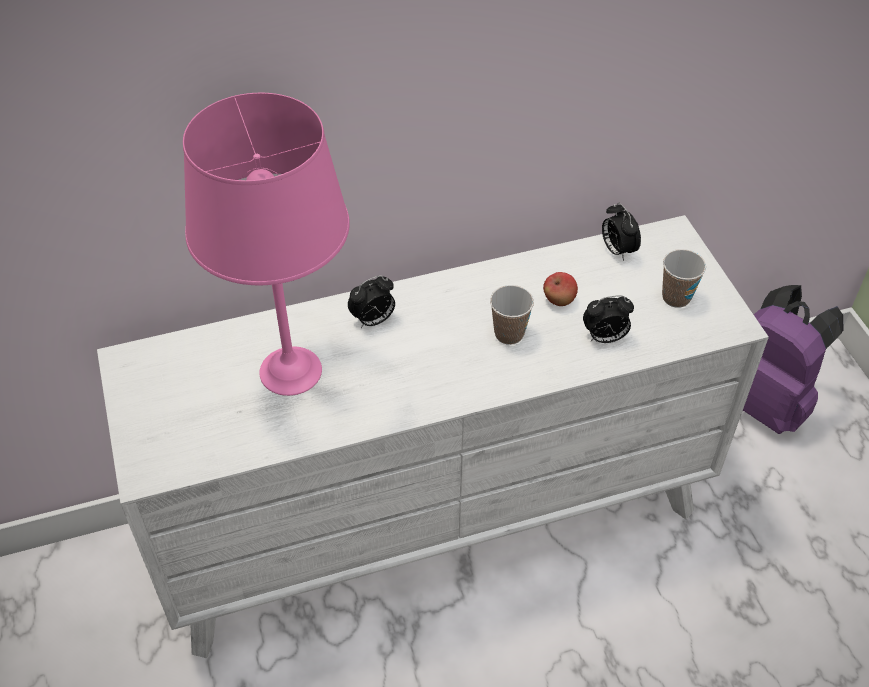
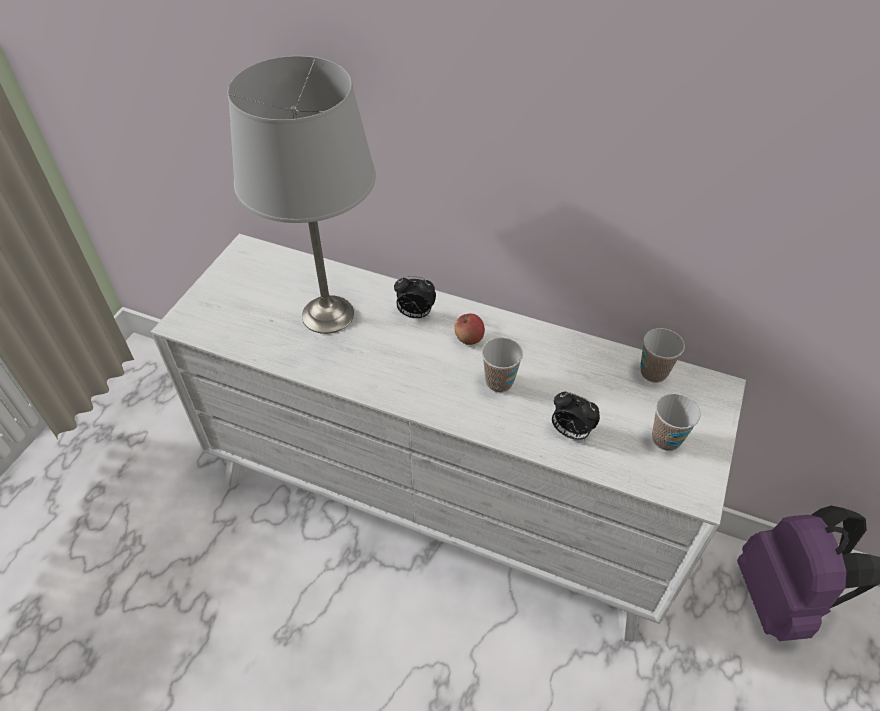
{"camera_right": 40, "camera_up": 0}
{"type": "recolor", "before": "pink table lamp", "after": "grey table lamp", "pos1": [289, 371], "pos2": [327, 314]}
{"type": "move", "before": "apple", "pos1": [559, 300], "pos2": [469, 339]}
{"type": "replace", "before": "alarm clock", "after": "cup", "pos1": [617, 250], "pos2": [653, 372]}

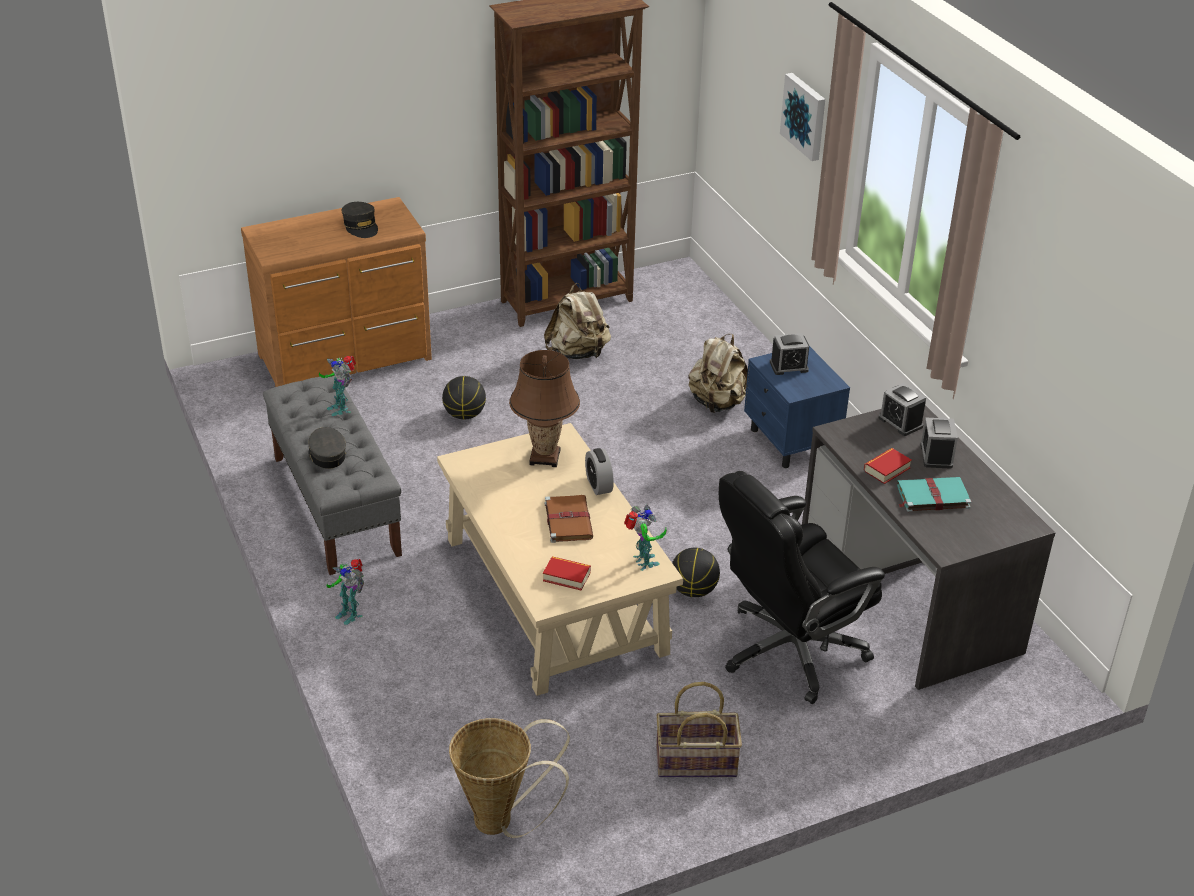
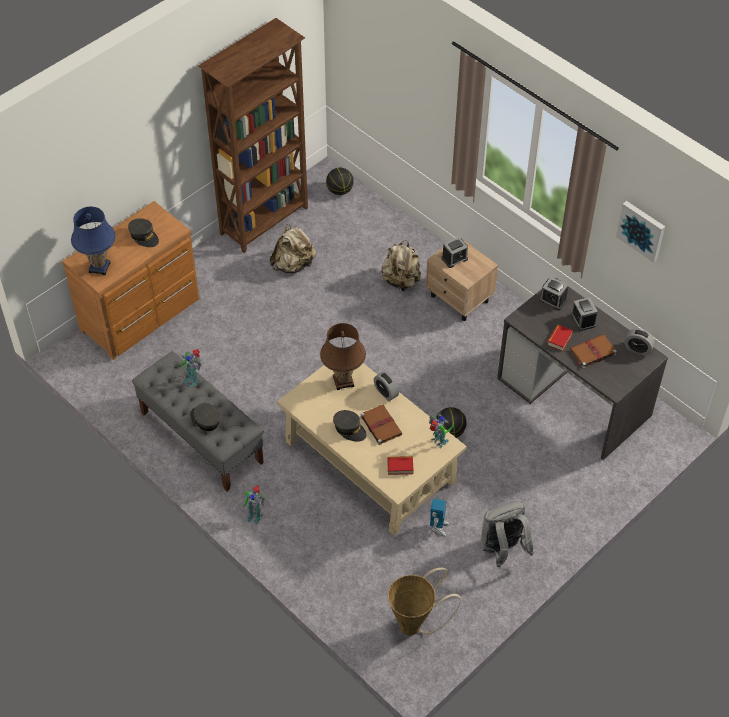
{"camera_right": -20, "camera_up": 15}
{"type": "move", "before": "basketball", "pos1": [465, 415], "pos2": [340, 190]}
{"type": "replace", "before": "basket", "after": "grey backpack", "pos1": [695, 762], "pos2": [502, 550]}
{"type": "delete", "before": "black office chair", "pos1": [790, 650]}
{"type": "recolor", "before": "blue nightstand", "after": "beige nightstand", "pos1": [791, 442], "pos2": [459, 299]}
{"type": "move", "before": "picture", "pos1": [805, 116], "pos2": [642, 230]}
{"type": "recolor", "before": "turquoise book", "after": "brown book", "pos1": [931, 496], "pos2": [592, 352]}
{"type": "insert", "after": "blue table lamp", "pos2": [99, 267]}
{"type": "insert", "after": "grey cap", "pos2": [349, 429]}
{"type": "insert", "after": "toy robot", "pos2": [438, 528]}
{"type": "insert", "after": "alarm clock", "pos2": [637, 349]}

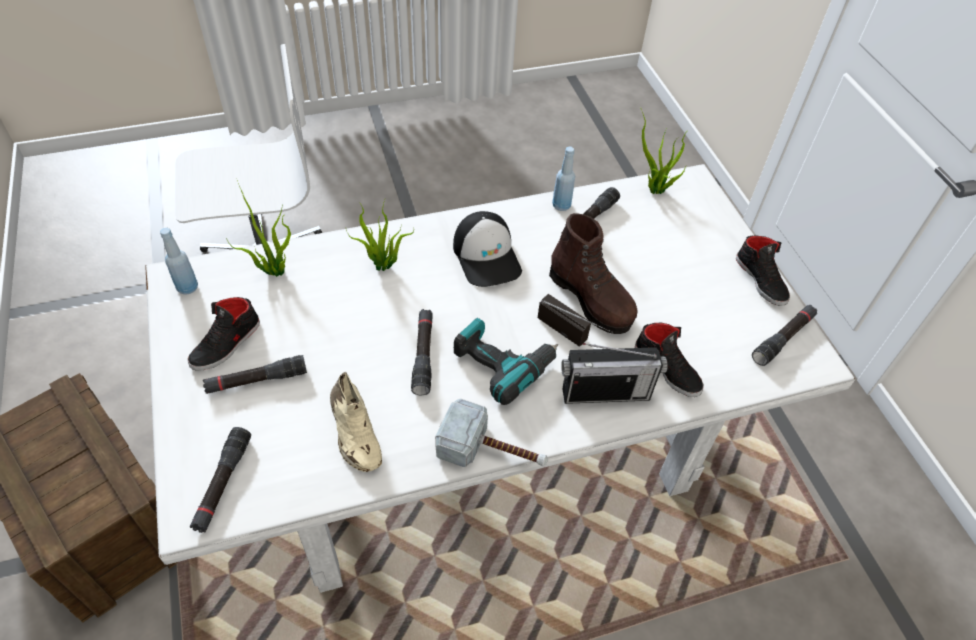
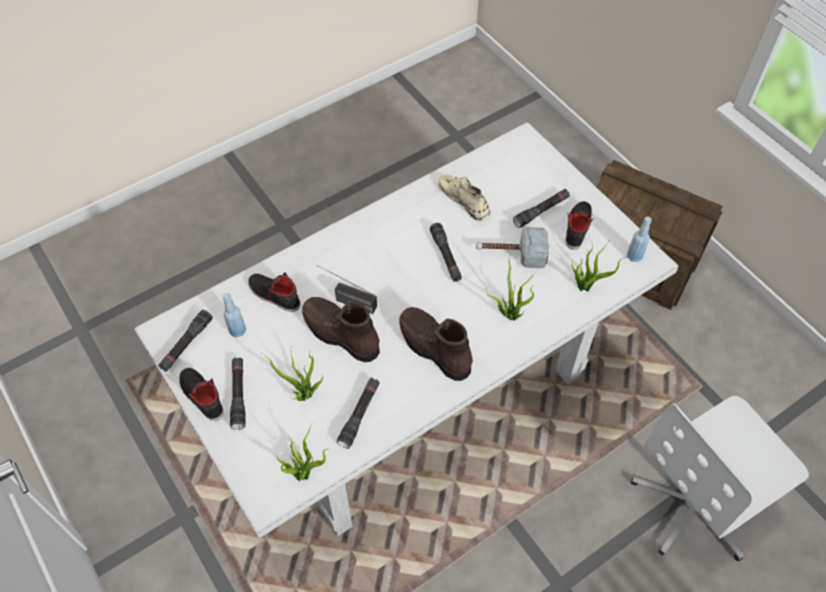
{"camera_right": 165, "camera_up": 5}
{"type": "move", "before": "black flashlight", "pos1": [223, 483], "pos2": [238, 395]}
{"type": "move", "before": "hammer", "pos1": [492, 451], "pos2": [511, 253]}
{"type": "replace", "before": "cap", "after": "brown boot", "pos1": [487, 256], "pos2": [434, 349]}
{"type": "delete", "before": "power drill", "pos1": [502, 363]}
{"type": "move", "before": "blue bottle", "pos1": [561, 205], "pos2": [237, 331]}
{"type": "delete", "before": "radio", "pos1": [605, 393]}
{"type": "insert", "after": "potted plant", "pos2": [304, 395]}

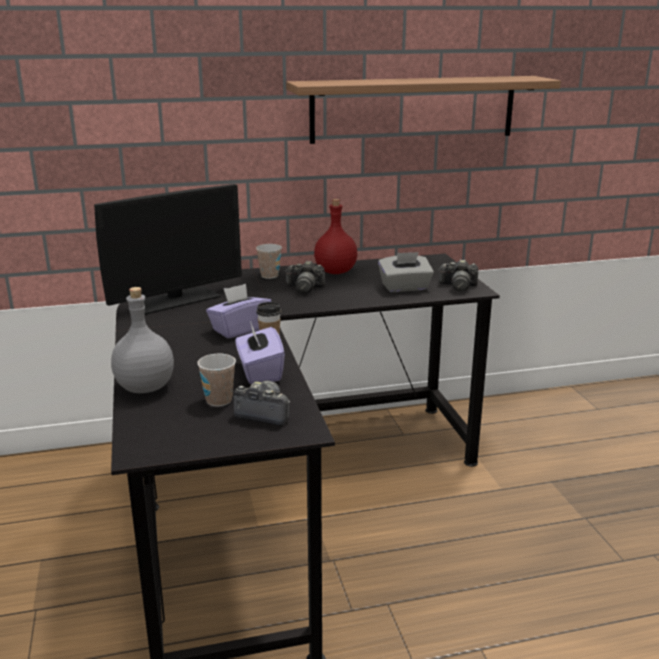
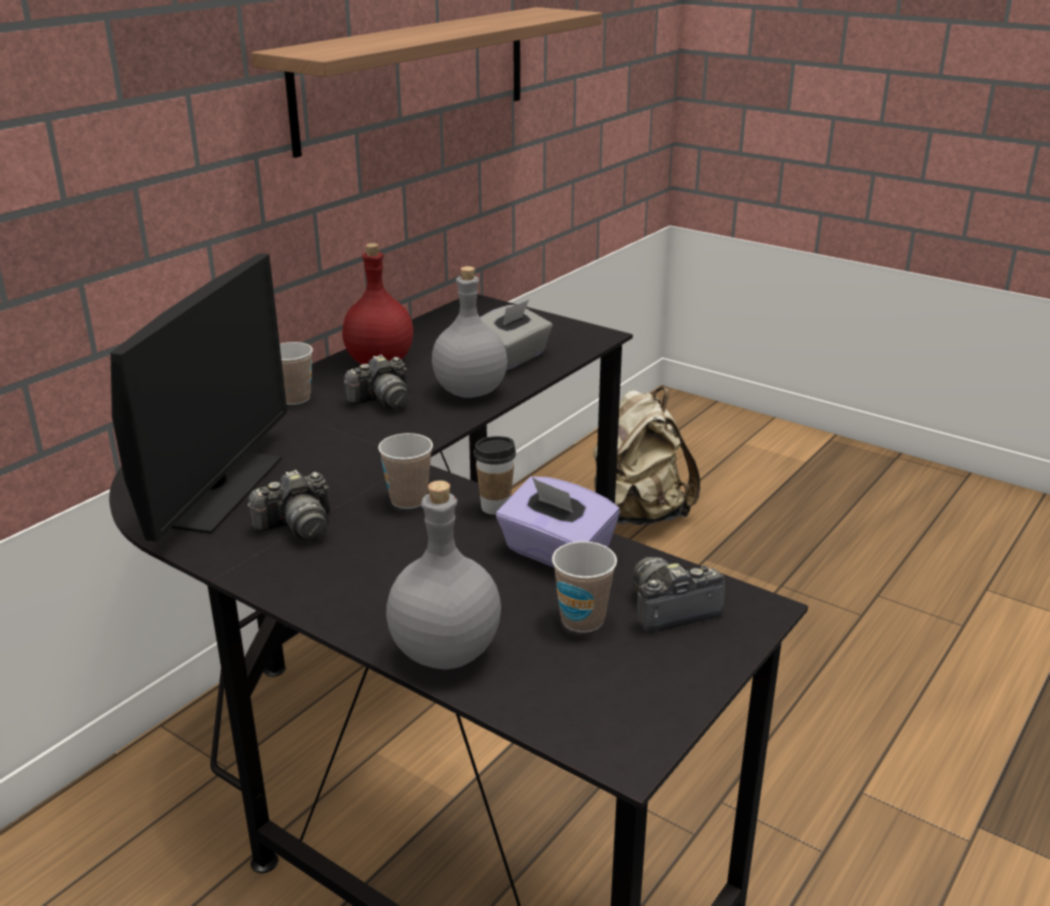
{"camera_right": -40, "camera_up": 5}
{"type": "replace", "before": "purple tissue box", "after": "cup", "pos1": [239, 329], "pos2": [408, 500]}
{"type": "move", "before": "photo camera", "pos1": [458, 286], "pos2": [297, 527]}
{"type": "insert", "after": "grey bottle", "pos2": [471, 391]}
{"type": "insert", "after": "beige backpack", "pos2": [638, 514]}

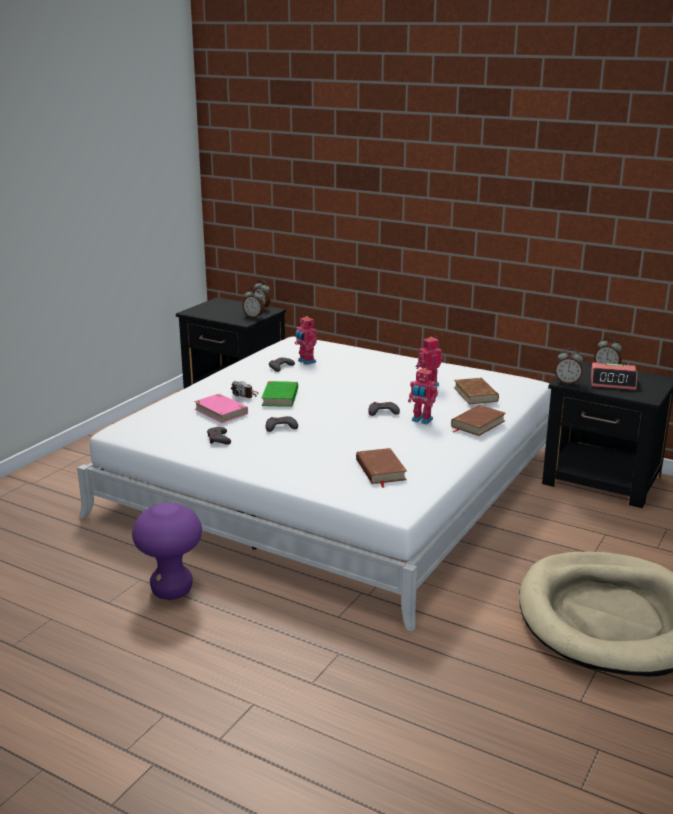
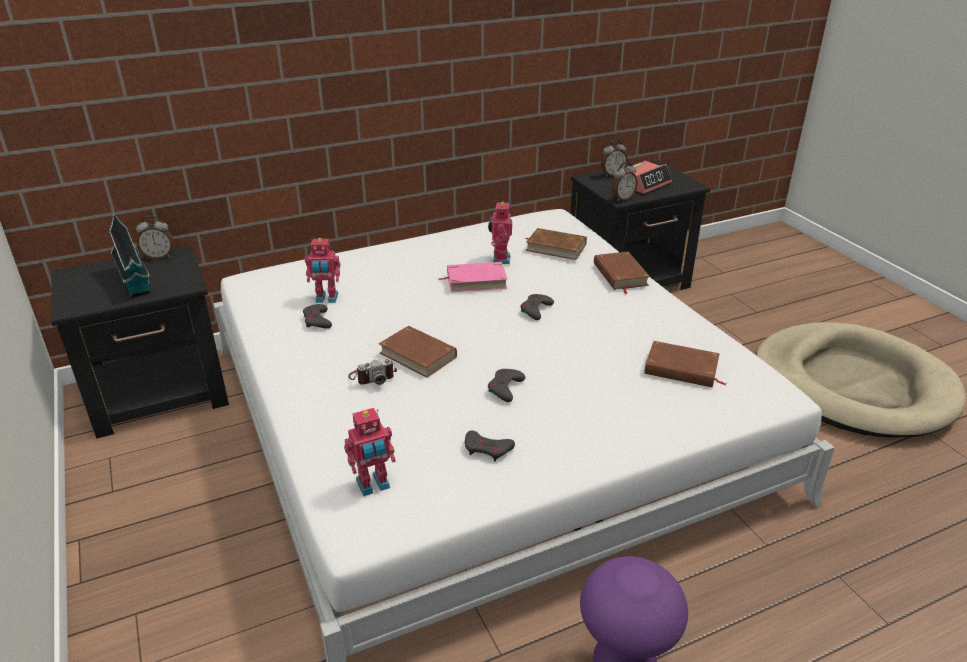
{"camera_right": -55, "camera_up": 10}
{"type": "move", "before": "pink book", "pos1": [221, 411], "pos2": [476, 280]}
{"type": "delete", "before": "alarm clock", "pos1": [254, 316]}
{"type": "recolor", "before": "green book", "after": "brown book", "pos1": [280, 397], "pos2": [418, 355]}
{"type": "move", "before": "toy robot", "pos1": [421, 420], "pos2": [373, 485]}
{"type": "insert", "after": "toy house", "pos2": [135, 282]}

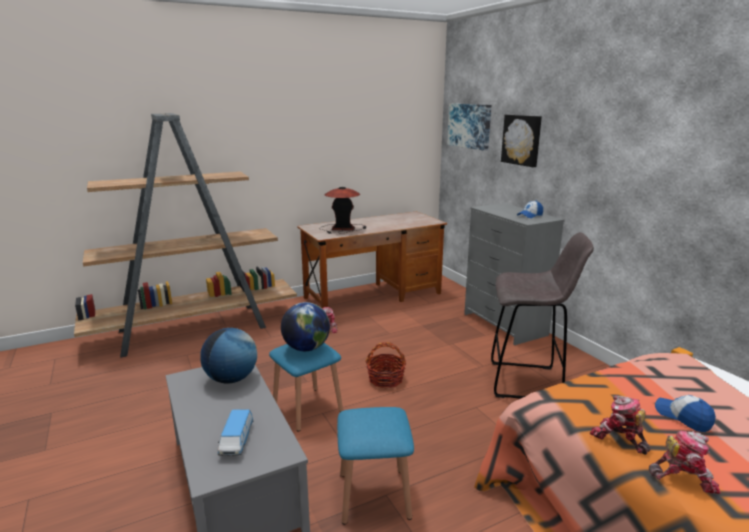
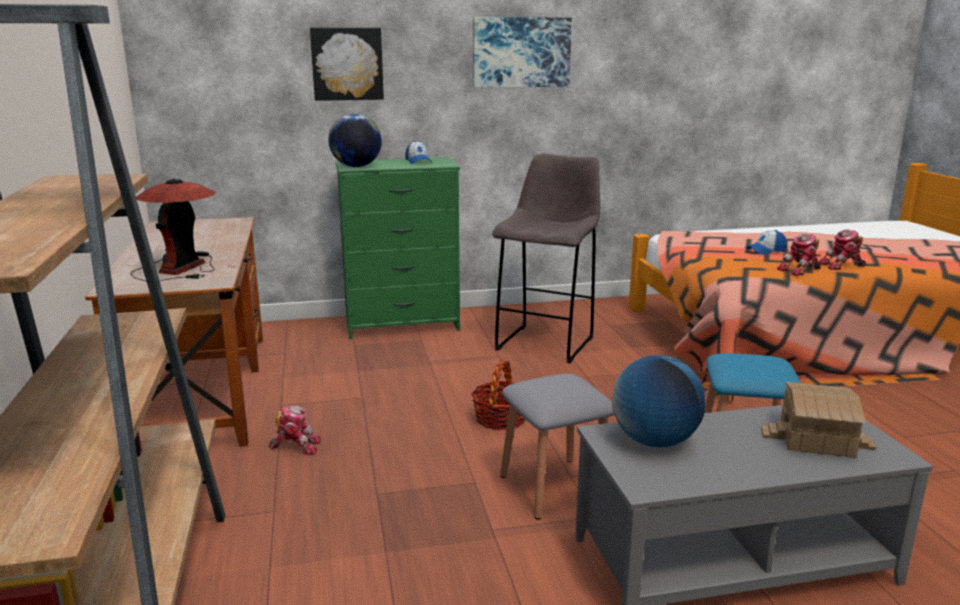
{"camera_right": -75, "camera_up": 0}
{"type": "replace", "before": "toy car", "after": "toy house", "pos1": [236, 441], "pos2": [816, 437]}
{"type": "recolor", "before": "blue stool", "after": "grey stool", "pos1": [307, 408], "pos2": [554, 487]}
{"type": "move", "before": "globe", "pos1": [306, 348], "pos2": [356, 166]}
{"type": "move", "before": "picture", "pos1": [469, 126], "pos2": [521, 52]}
{"type": "recolor", "before": "grey dresser", "after": "green dresser", "pos1": [504, 324], "pos2": [402, 324]}
{"type": "rotate", "before": "toy robot", "pos1": [682, 476], "pos2": [842, 266], "turn": -120}

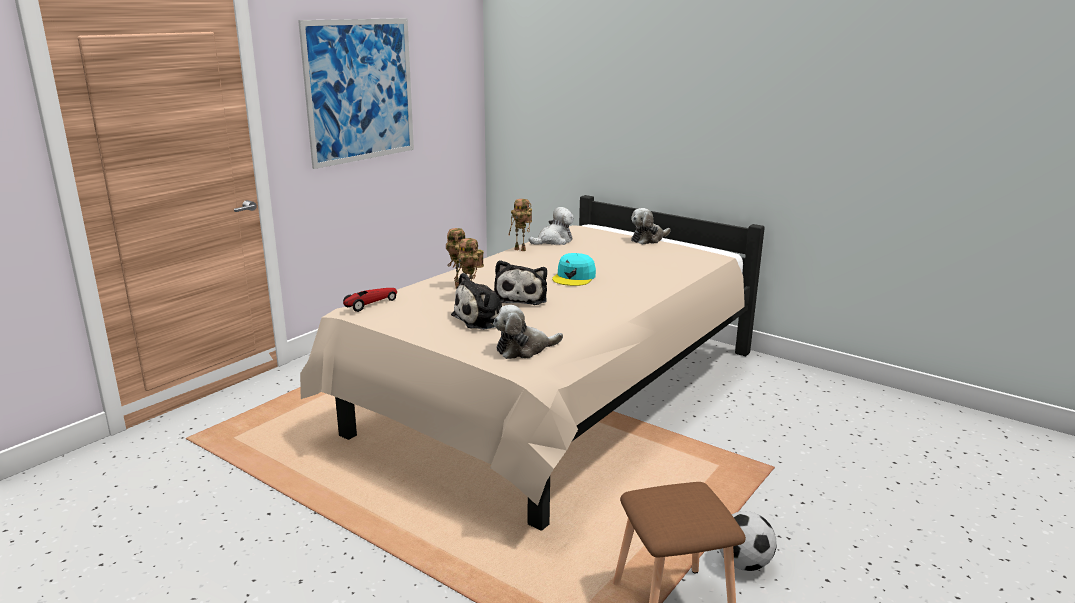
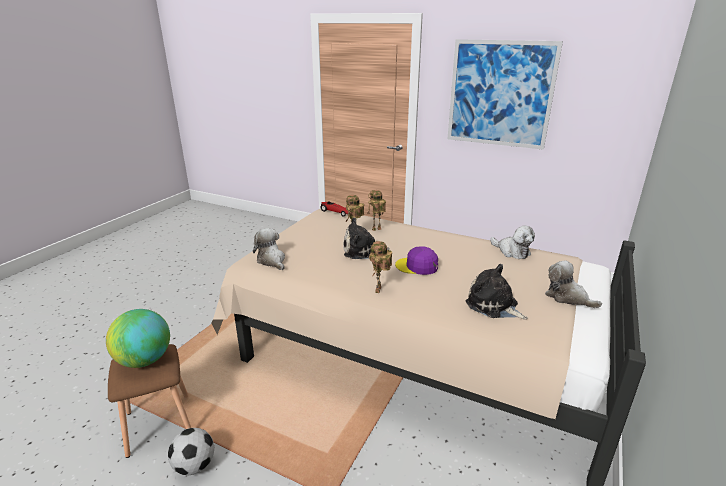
{"camera_right": 80, "camera_up": 5}
{"type": "move", "before": "plush toy", "pos1": [484, 319], "pos2": [494, 306]}
{"type": "move", "before": "toy robot", "pos1": [521, 249], "pos2": [379, 290]}
{"type": "recolor", "before": "turquoise cap", "after": "purple cap", "pos1": [574, 277], "pos2": [417, 266]}
{"type": "insert", "after": "globe", "pos2": [144, 360]}

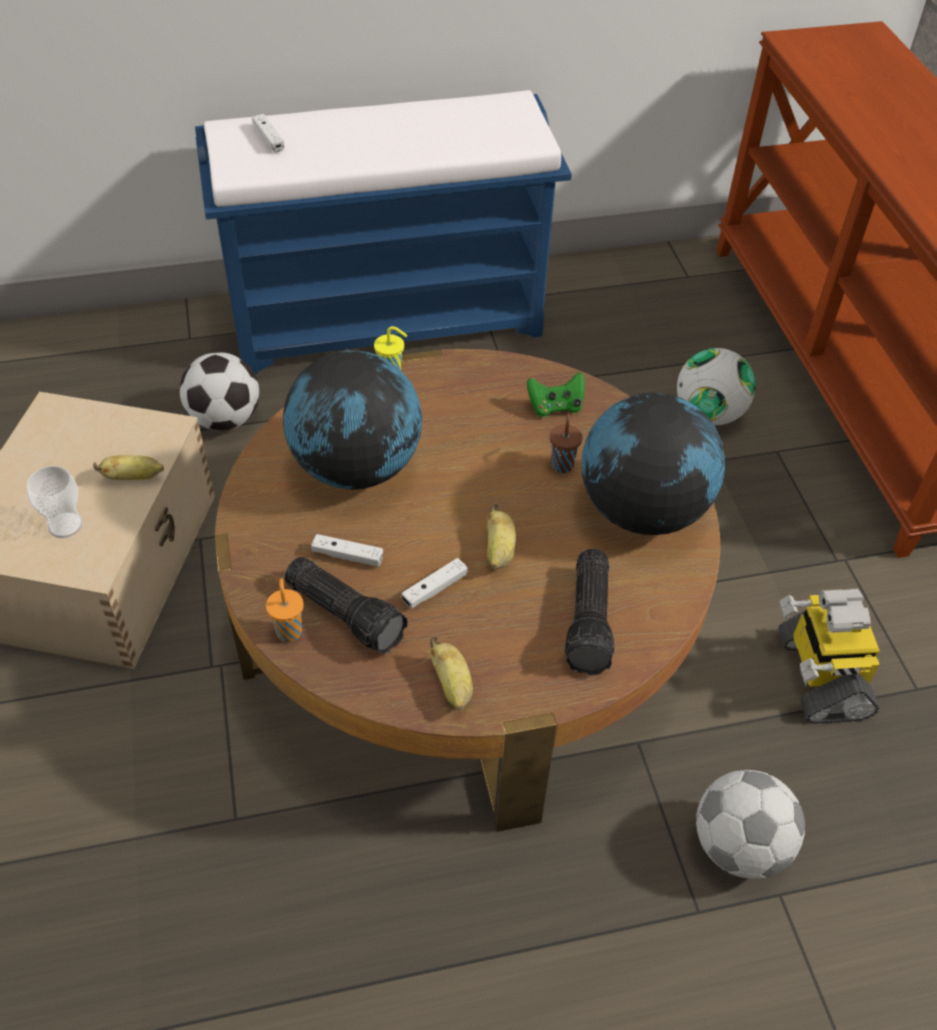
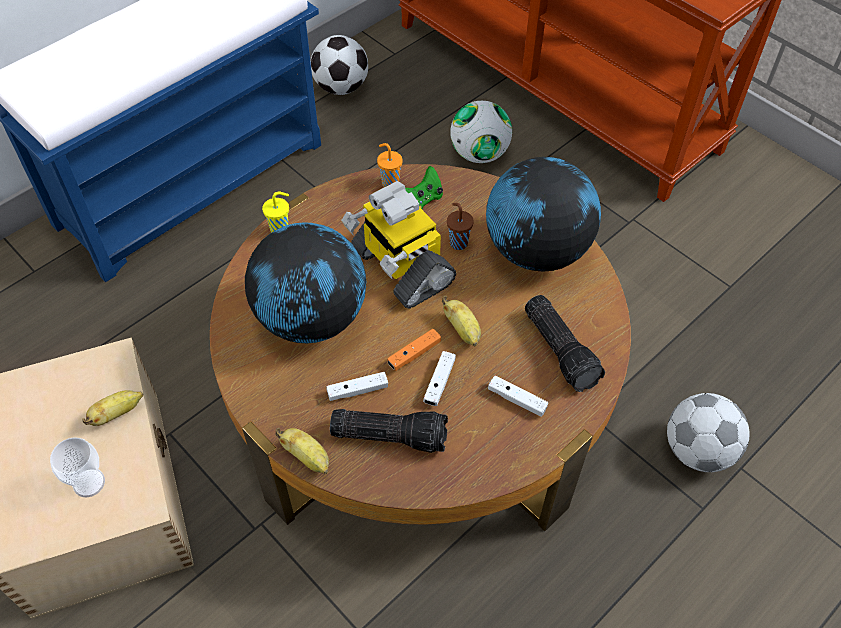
{"camera_right": -30, "camera_up": 5}
{"type": "move", "before": "football", "pos1": [225, 419], "pos2": [341, 87]}
{"type": "move", "before": "white game controller", "pos1": [268, 139], "pos2": [517, 400]}
{"type": "move", "before": "orange cup", "pos1": [289, 630], "pos2": [389, 182]}
{"type": "move", "before": "banana", "pos1": [452, 685], "pos2": [307, 457]}
{"type": "move", "before": "toy robot", "pos1": [820, 675], "pos2": [400, 267]}
{"type": "insert", "after": "orange game controller", "pos2": [414, 354]}

